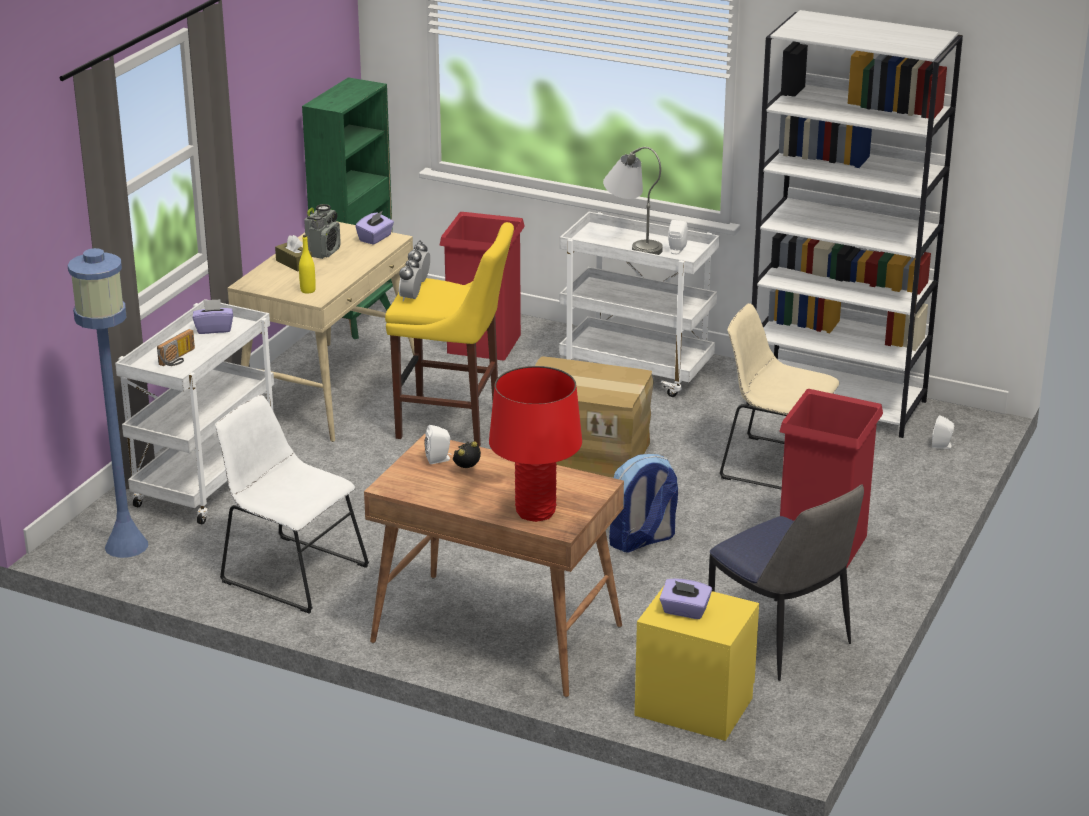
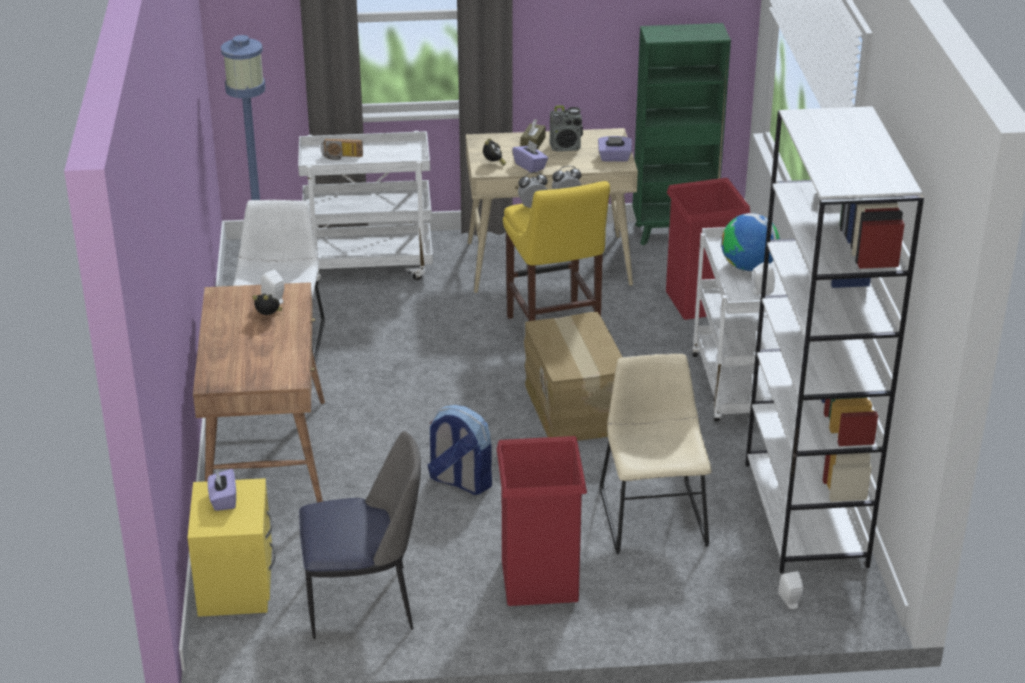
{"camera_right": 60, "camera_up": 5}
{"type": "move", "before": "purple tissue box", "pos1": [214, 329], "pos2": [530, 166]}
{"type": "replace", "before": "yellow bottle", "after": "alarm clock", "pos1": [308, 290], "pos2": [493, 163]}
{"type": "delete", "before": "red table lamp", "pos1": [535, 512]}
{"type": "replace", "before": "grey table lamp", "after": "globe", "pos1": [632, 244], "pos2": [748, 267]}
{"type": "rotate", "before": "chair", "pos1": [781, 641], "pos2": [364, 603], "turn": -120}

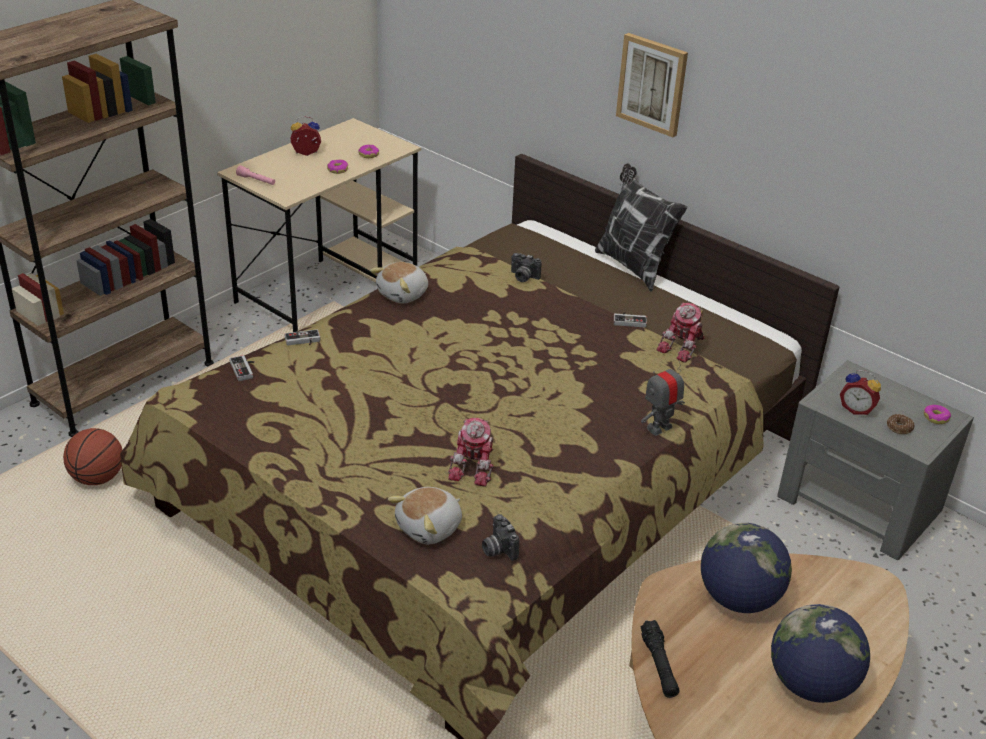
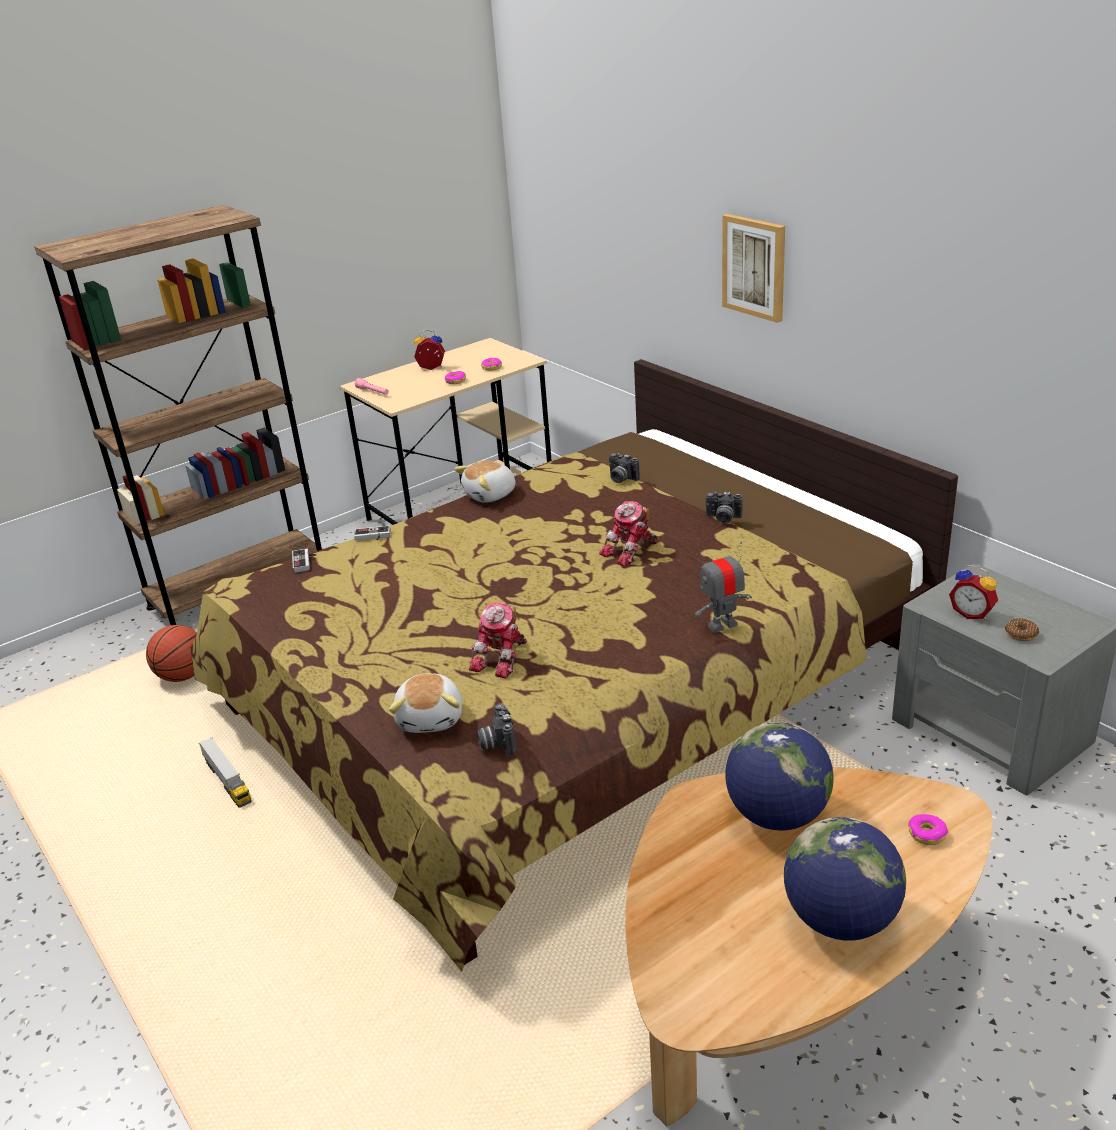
{"camera_right": 15, "camera_up": -5}
{"type": "rotate", "before": "plush toy", "pos1": [430, 528], "pos2": [431, 718], "turn": -60}
{"type": "delete", "before": "pillow", "pos1": [633, 266]}
{"type": "replace", "before": "game controller", "after": "photo camera", "pos1": [629, 320], "pos2": [723, 519]}
{"type": "delete", "before": "black flashlight", "pos1": [659, 665]}
{"type": "move", "before": "toy robot", "pos1": [683, 347], "pos2": [631, 551]}
{"type": "move", "before": "donut", "pos1": [936, 418], "pos2": [927, 834]}
{"type": "insert", "after": "toy truck", "pos2": [227, 781]}

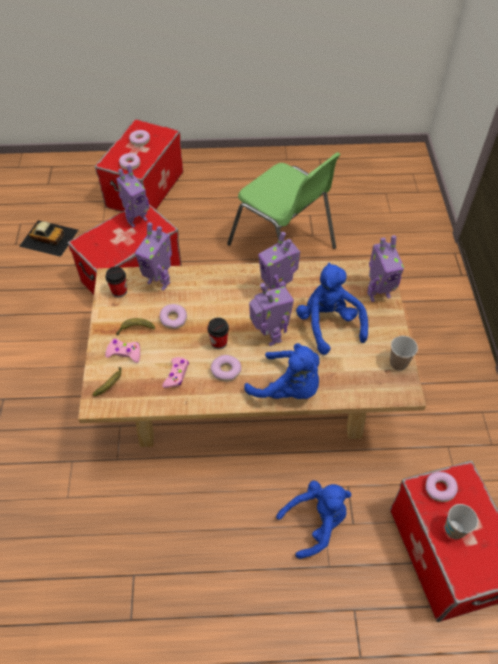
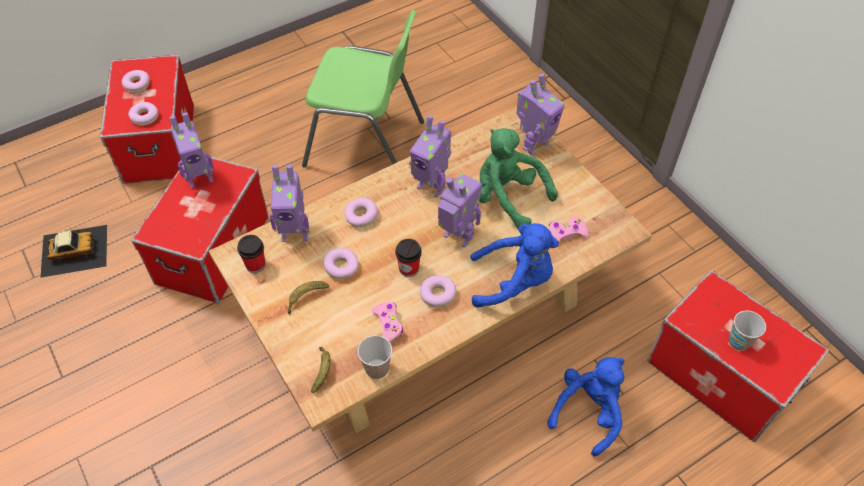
{"camera_right": -30, "camera_up": 0}
{"type": "move", "before": "pink game controller", "pos1": [124, 353], "pos2": [566, 234]}
{"type": "rotate", "before": "toy robot", "pos1": [136, 220], "pos2": [200, 178], "turn": 45}
{"type": "recolor", "before": "blue plush toy", "after": "green plush toy", "pos1": [328, 325], "pos2": [508, 198]}
{"type": "move", "before": "cup", "pos1": [398, 363], "pos2": [377, 369]}
{"type": "move", "before": "donut", "pos1": [439, 488], "pos2": [361, 216]}

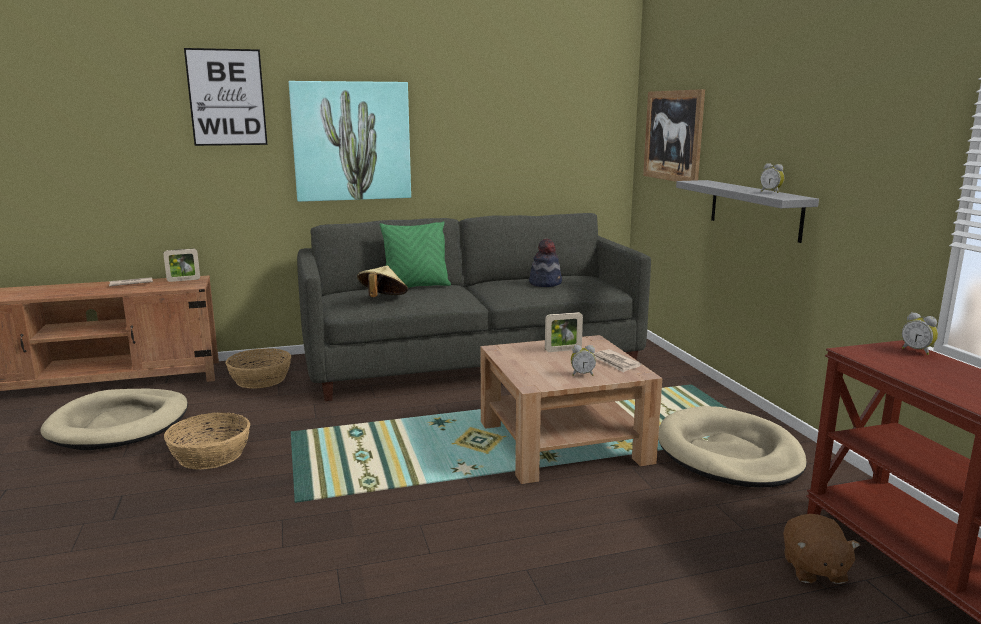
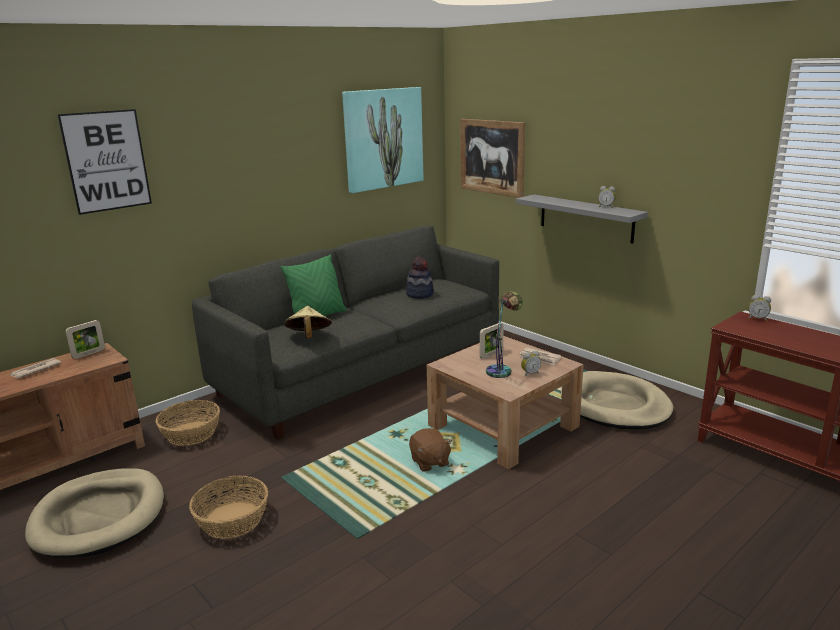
{"camera_right": -25, "camera_up": 5}
{"type": "move", "before": "picture", "pos1": [351, 141], "pos2": [383, 138]}
{"type": "move", "before": "brown plush toy", "pos1": [813, 569], "pos2": [429, 462]}
{"type": "insert", "after": "table lamp", "pos2": [503, 369]}

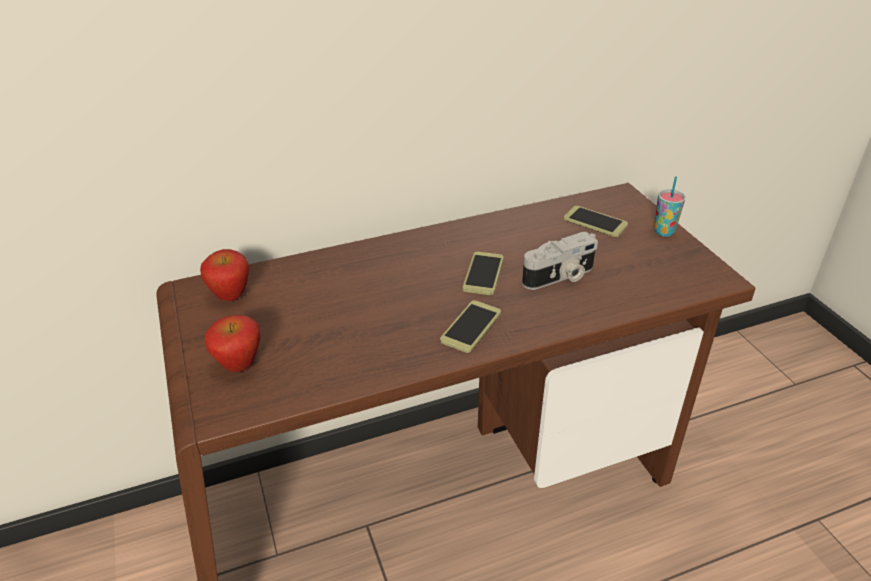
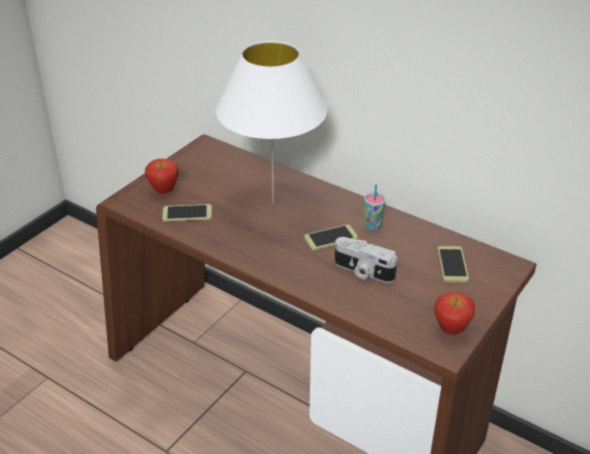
{"camera_right": 55, "camera_up": 0}
{"type": "move", "before": "apple", "pos1": [231, 296], "pos2": [451, 330]}
{"type": "move", "before": "phone", "pos1": [471, 327], "pos2": [187, 214]}
{"type": "move", "before": "cup", "pos1": [664, 232], "pos2": [372, 226]}
{"type": "insert", "after": "white table lamp", "pos2": [272, 203]}

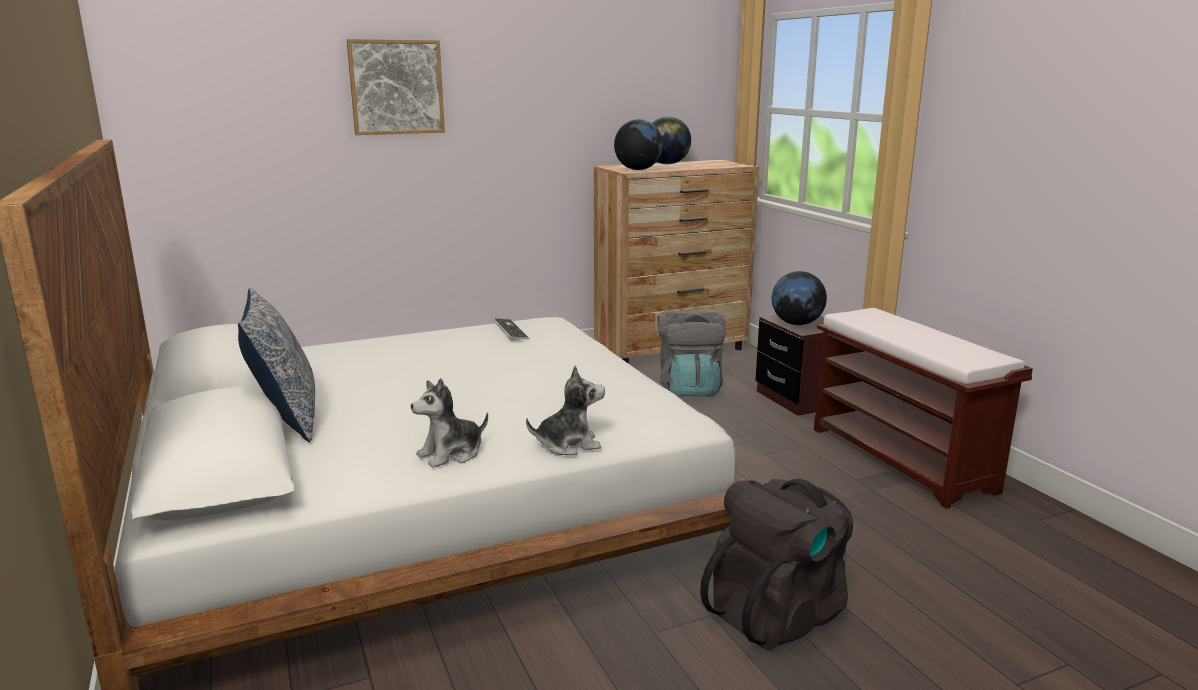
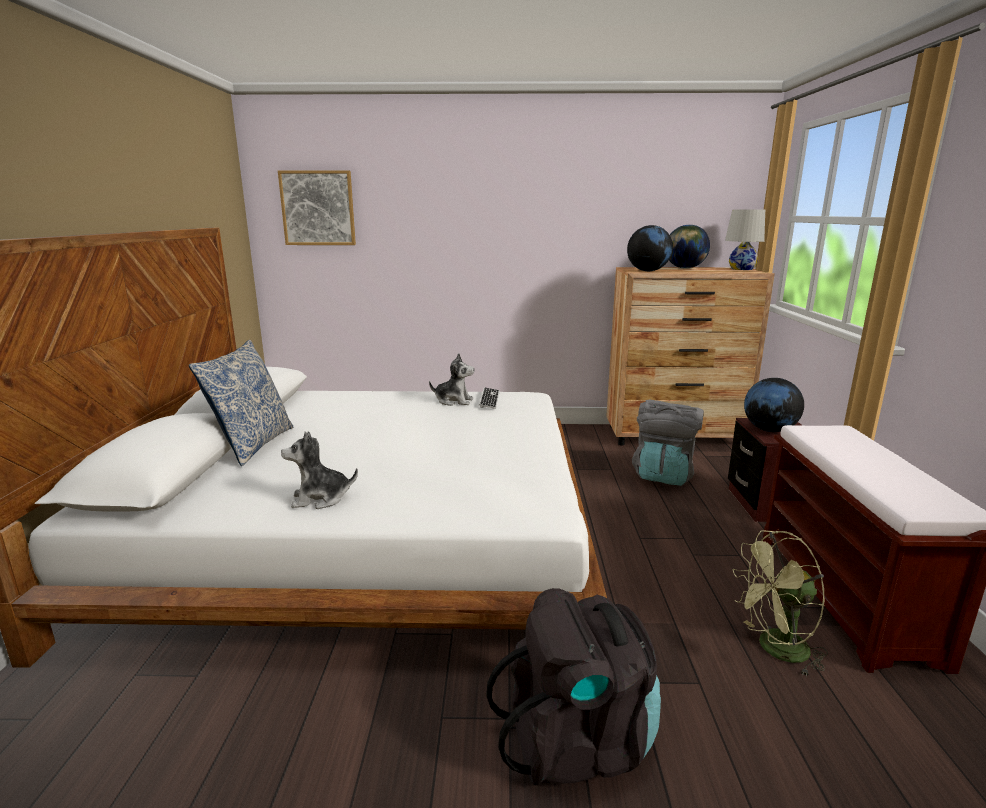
{"camera_right": 25, "camera_up": 0}
{"type": "move", "before": "picture", "pos1": [396, 87], "pos2": [318, 208]}
{"type": "move", "before": "plush toy", "pos1": [568, 444], "pos2": [454, 401]}
{"type": "insert", "after": "white table lamp", "pos2": [742, 269]}
{"type": "insert", "after": "green fan", "pos2": [775, 649]}

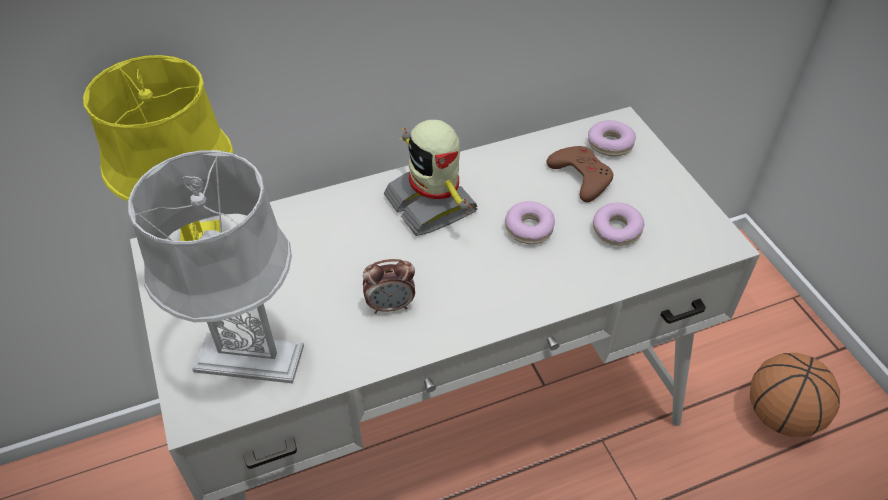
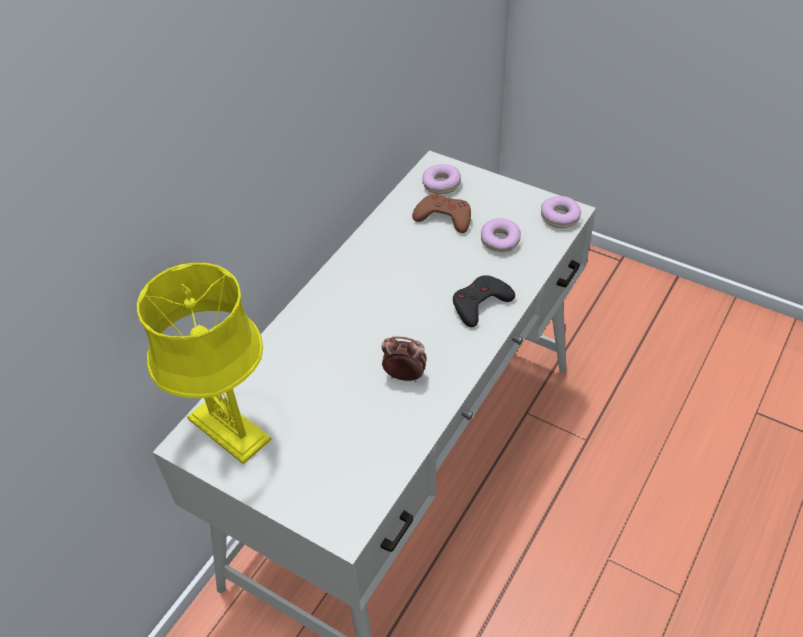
{"camera_right": -35, "camera_up": 0}
{"type": "delete", "before": "grey table lamp", "pos1": [250, 358]}
{"type": "rotate", "before": "alarm clock", "pos1": [390, 305], "pos2": [404, 376], "turn": -120}
{"type": "delete", "before": "toy robot", "pos1": [432, 203]}
{"type": "move", "before": "donut", "pos1": [529, 228], "pos2": [560, 217]}
{"type": "delete", "before": "basketball", "pos1": [780, 415]}
{"type": "insert", "after": "black game controller", "pos2": [480, 304]}

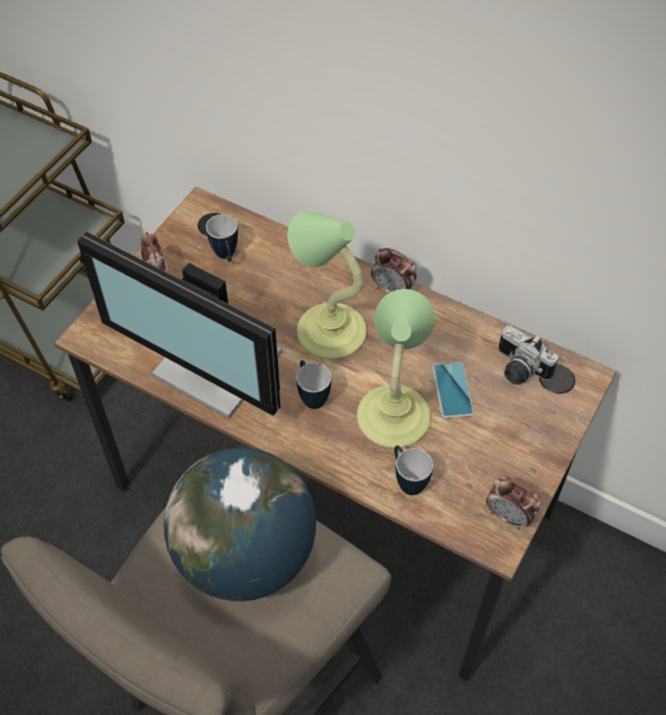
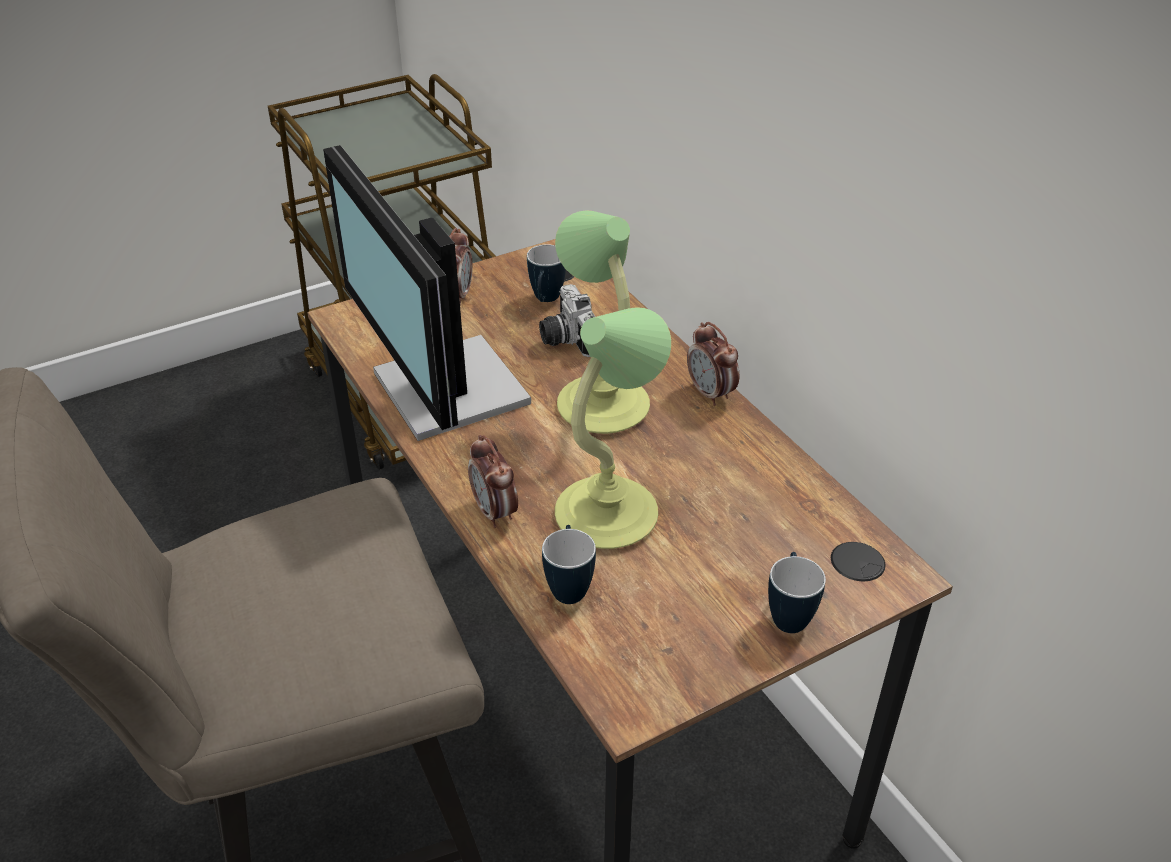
{"camera_right": 30, "camera_up": -15}
{"type": "delete", "before": "globe", "pos1": [246, 554]}
{"type": "move", "before": "mug", "pos1": [311, 395], "pos2": [789, 614]}
{"type": "delete", "before": "phone", "pos1": [452, 390]}
{"type": "move", "before": "alarm clock", "pos1": [509, 516], "pos2": [495, 512]}
{"type": "move", "before": "photo camera", "pos1": [518, 369], "pos2": [565, 339]}

